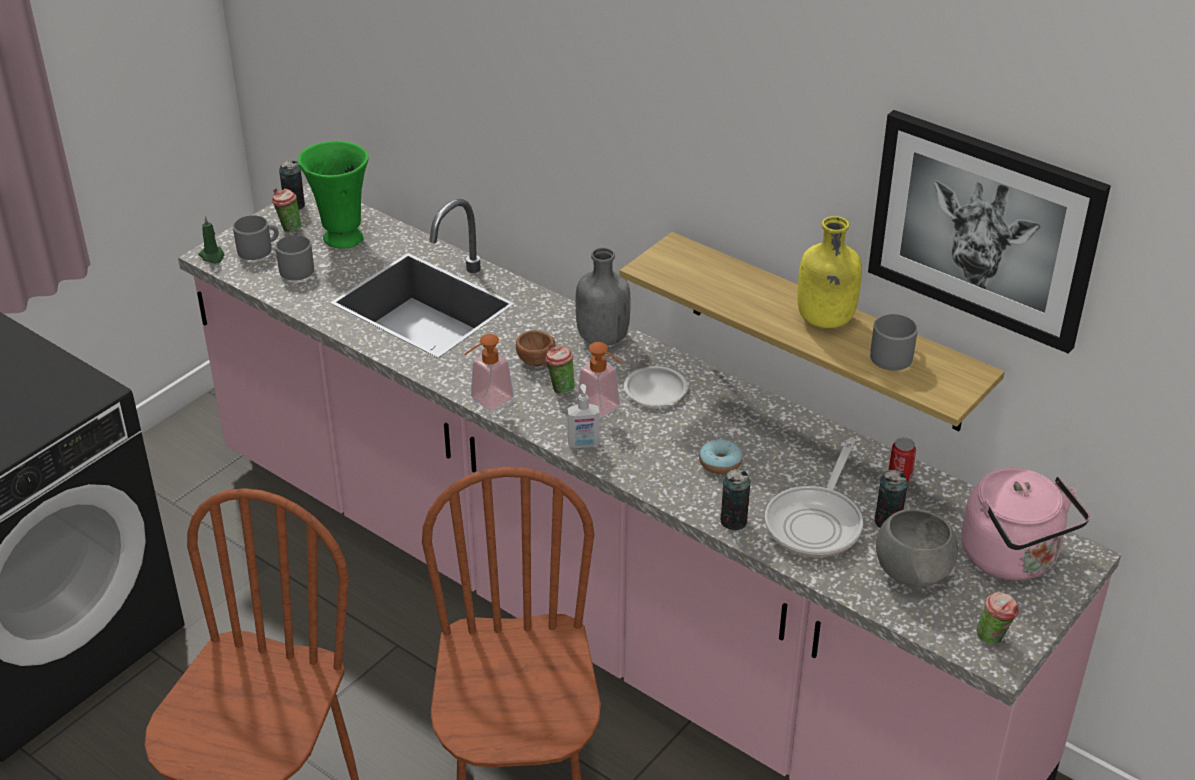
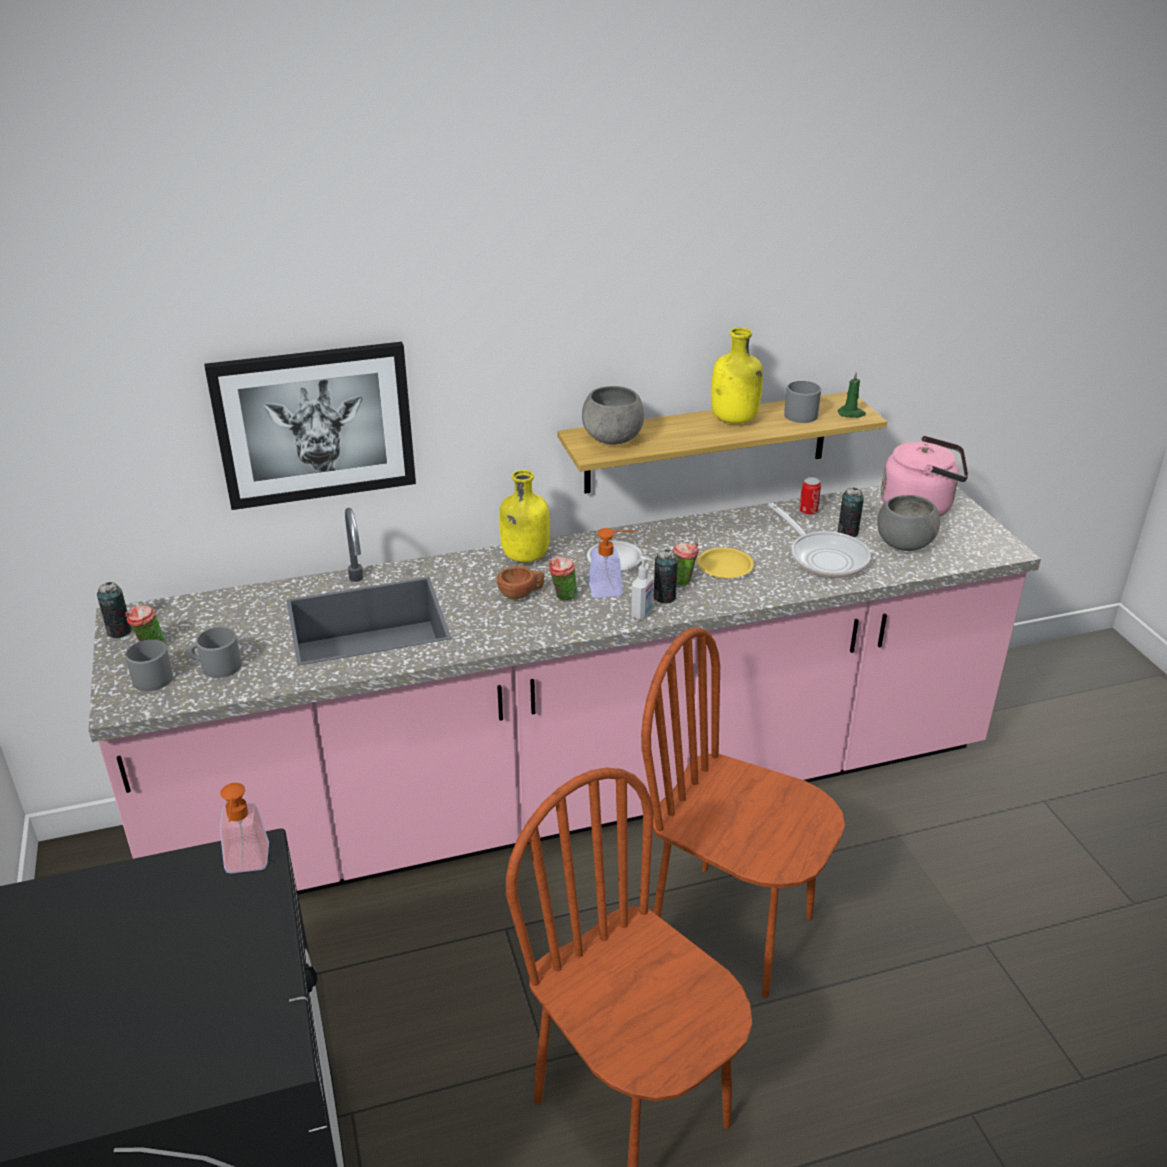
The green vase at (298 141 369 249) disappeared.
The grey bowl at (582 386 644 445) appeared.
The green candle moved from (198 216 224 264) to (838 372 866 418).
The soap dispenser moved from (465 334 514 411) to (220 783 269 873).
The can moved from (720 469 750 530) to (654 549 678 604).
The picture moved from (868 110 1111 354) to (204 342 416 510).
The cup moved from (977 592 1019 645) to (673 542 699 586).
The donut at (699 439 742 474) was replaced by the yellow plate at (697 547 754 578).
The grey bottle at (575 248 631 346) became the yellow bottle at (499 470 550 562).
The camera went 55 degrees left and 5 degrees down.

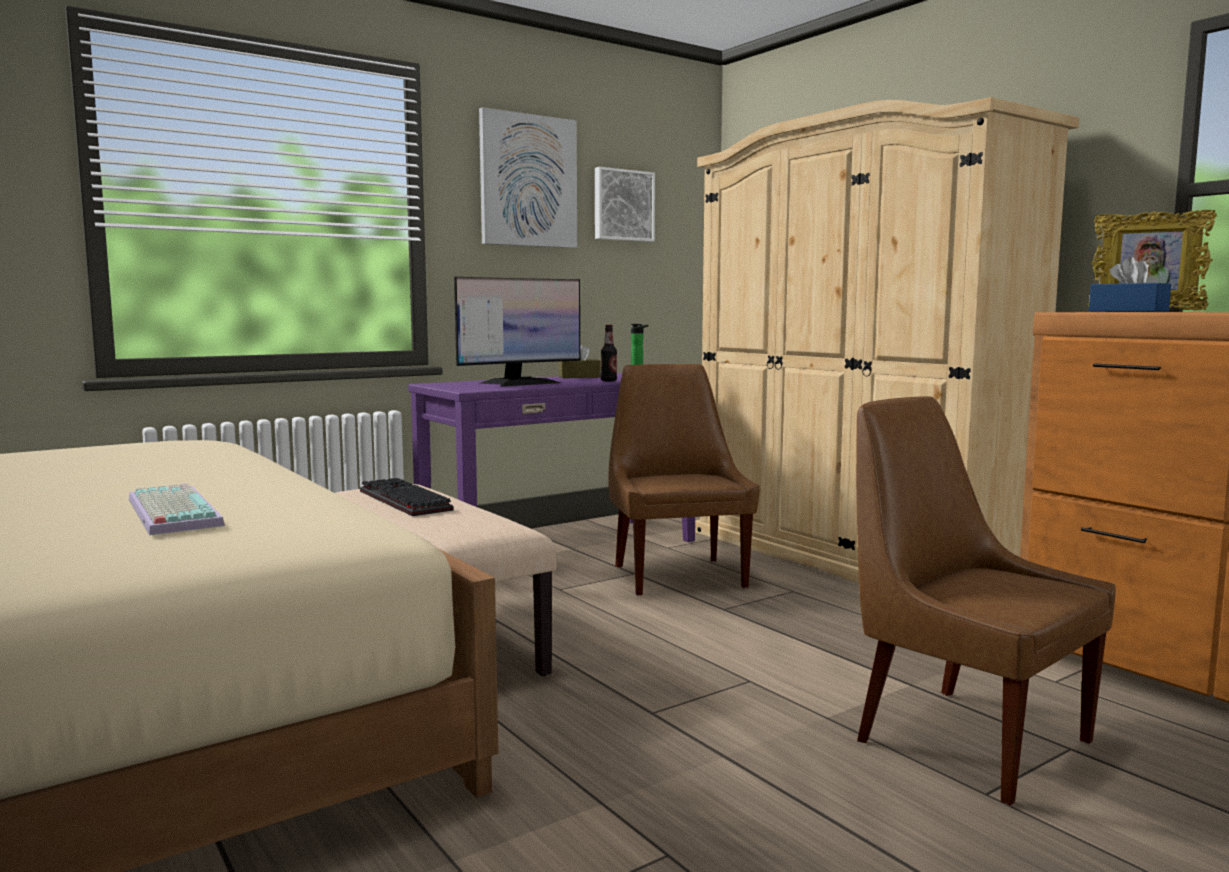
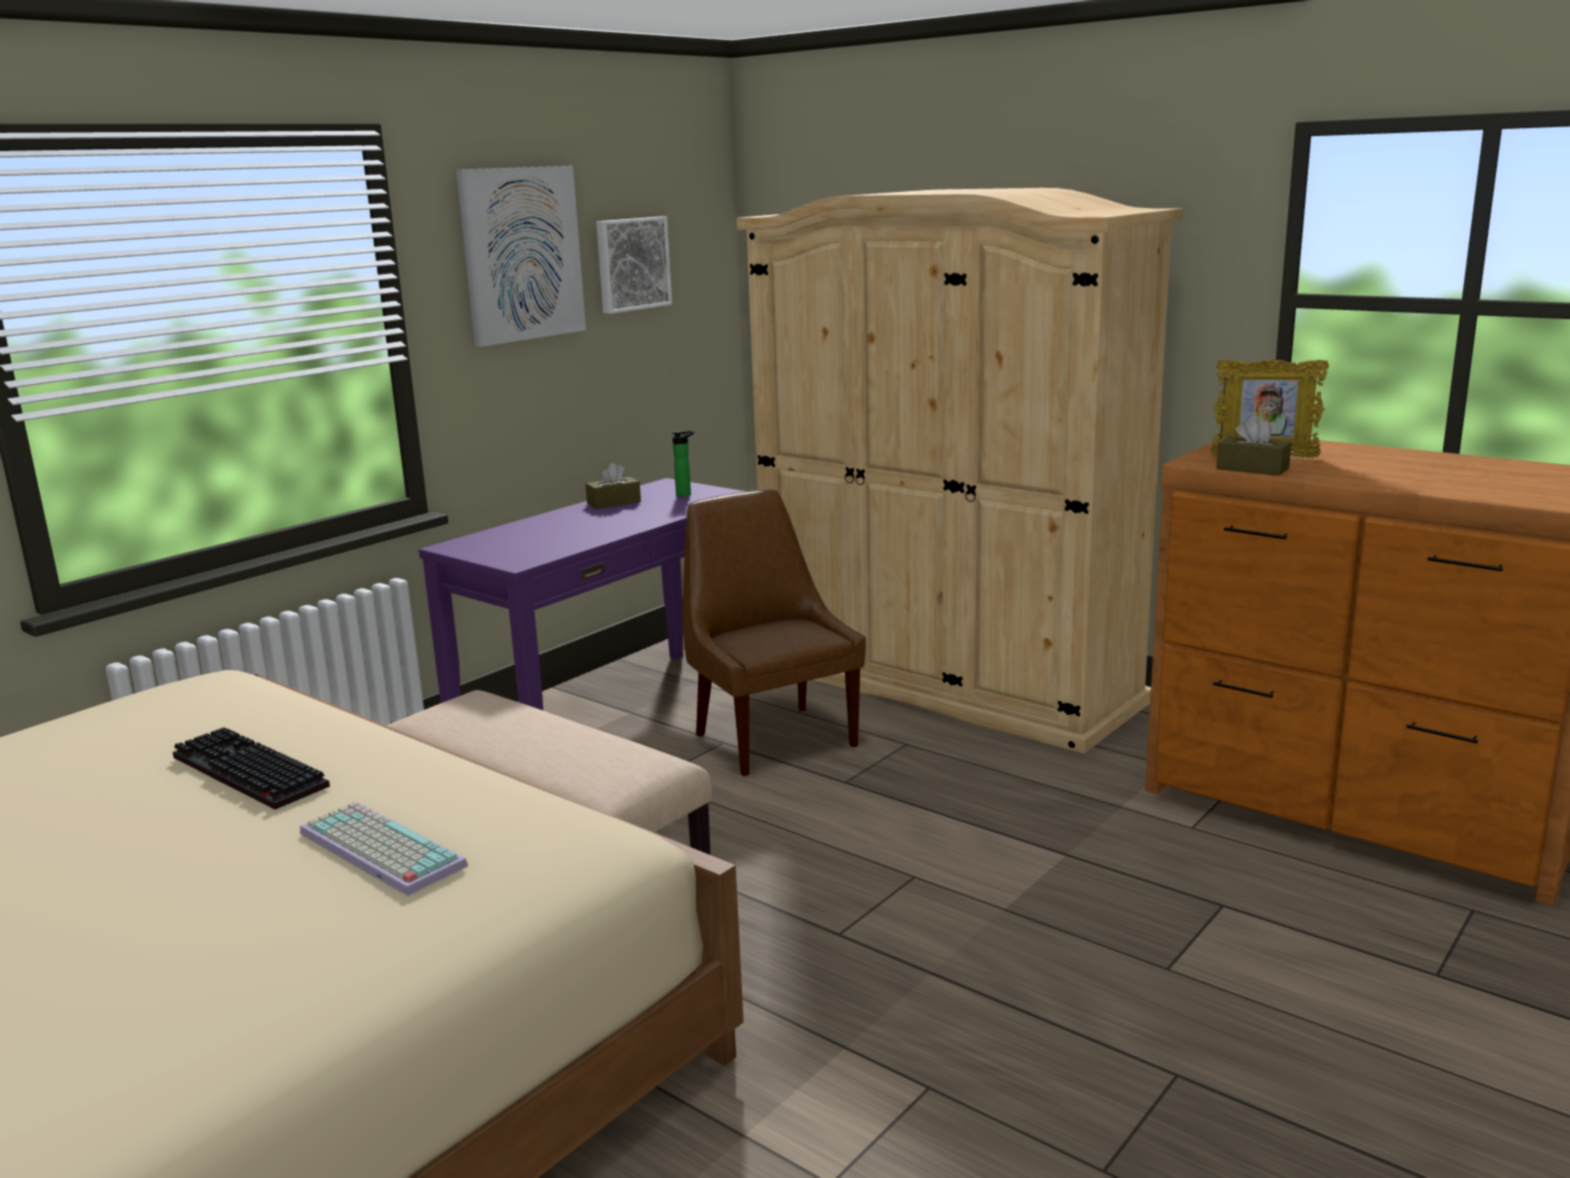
The monitor at (454 277 580 387) disappeared.
The bottle at (601 325 617 381) disappeared.
The brown chair at (856 396 1116 805) disappeared.
The keyboard moved from (360 478 454 516) to (173 727 330 809).
The blue tissue box at (1089 257 1171 312) became the brown tissue box at (1216 416 1291 476).
The camera went 15 degrees left and 10 degrees up.

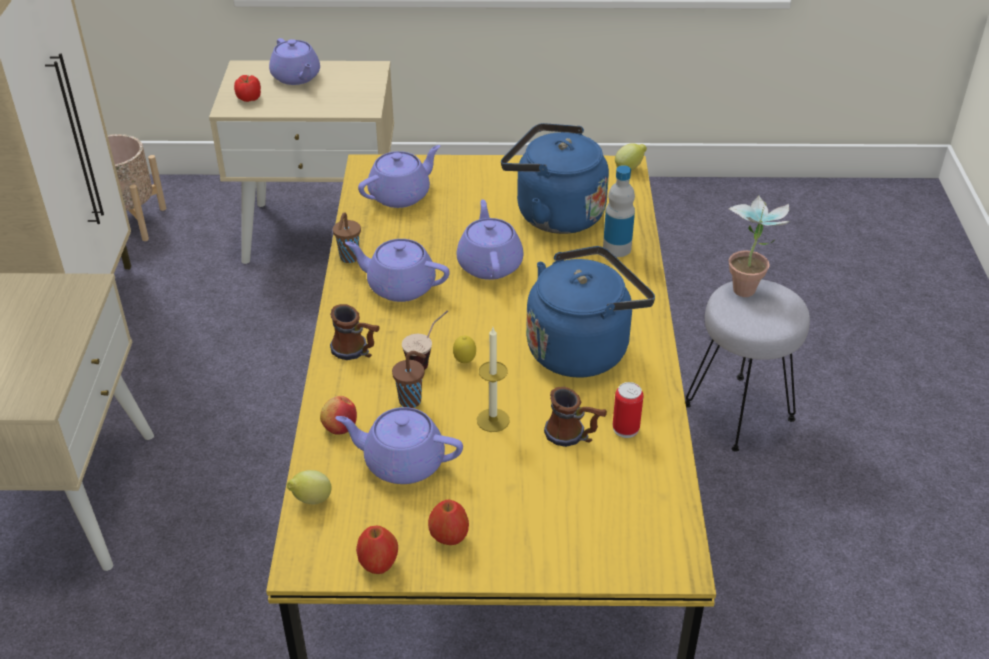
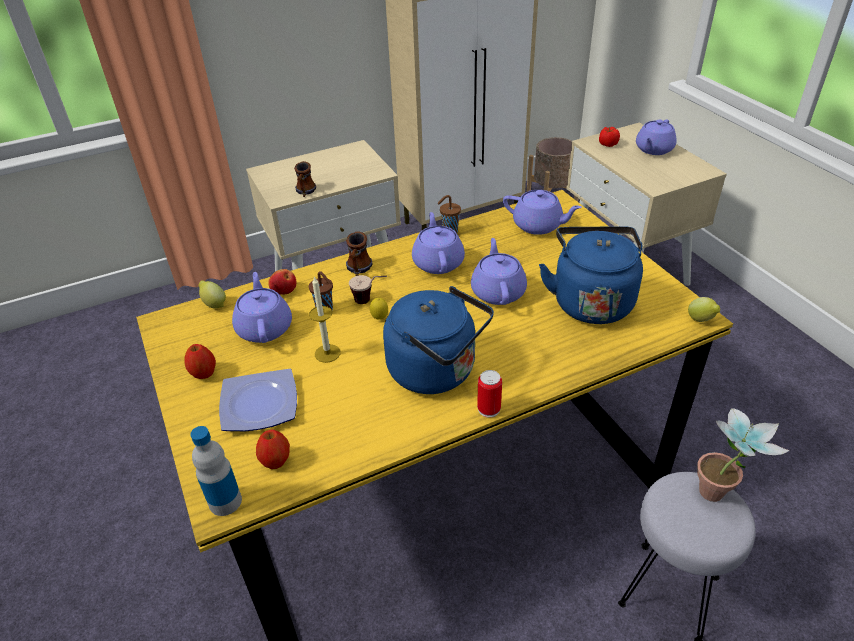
The plate at (219 369 297 431) appeared.
The apple moved from (356 526 398 574) to (256 430 290 469).
The mug moved from (544 387 607 447) to (294 161 316 197).
The bottle moved from (603 165 635 257) to (190 426 242 516).
The can moved from (613 382 644 438) to (477 370 502 418).
The purple teapot at (457 199 524 280) turned 60 degrees counterclockwise.
The camera went 65 degrees right and 0 degrees up.

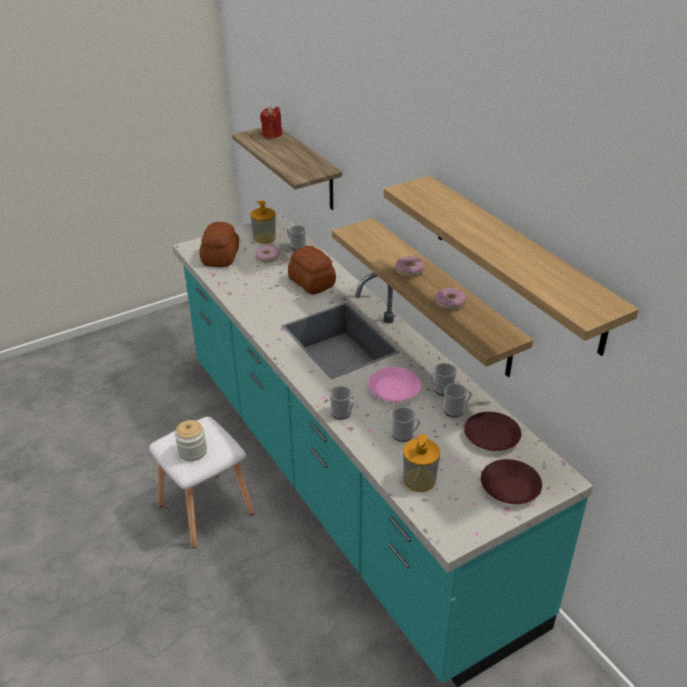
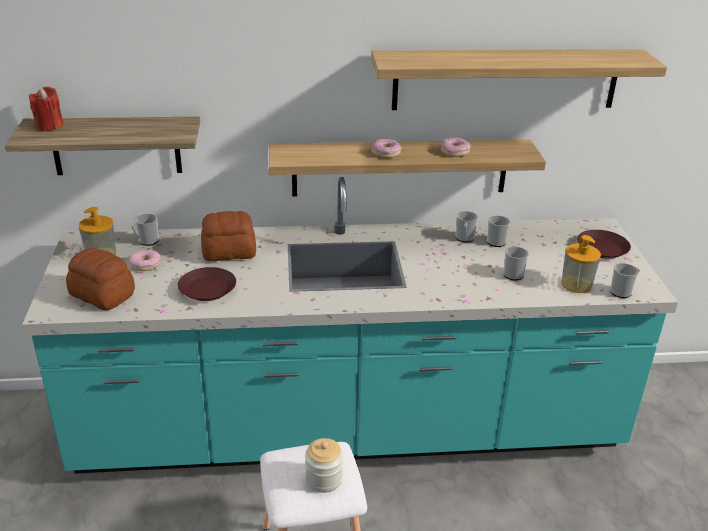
The pink plate at (368 367 421 402) disappeared.
The mug moved from (329 386 354 419) to (610 263 640 298).
The brown plate moved from (464 412 521 451) to (178 267 236 301).
The camera went 65 degrees left and 5 degrees down.

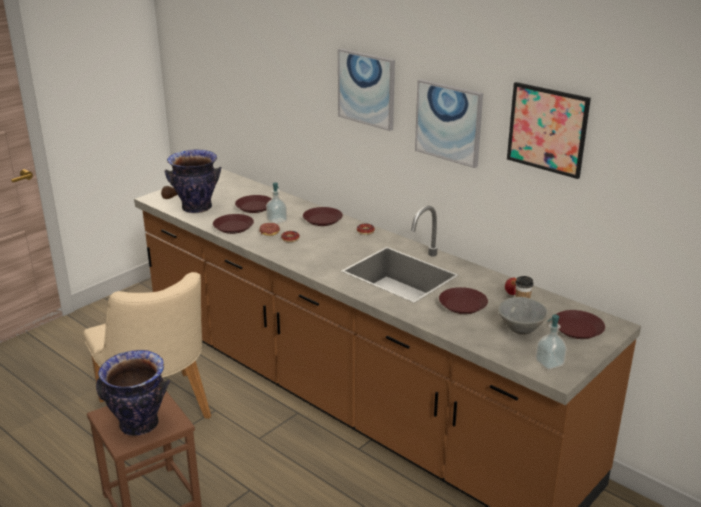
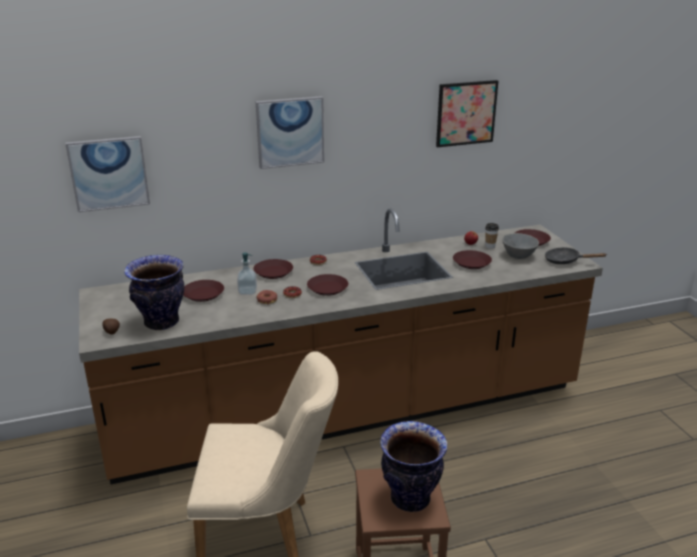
The brown plate moved from (213 214 254 234) to (307 274 348 296).
The picture moved from (415 79 483 168) to (65 136 150 212).
The soap dispenser at (535 314 567 370) was replaced by the black frying pan at (545 247 606 264).
The camera went 60 degrees left and 0 degrees up.

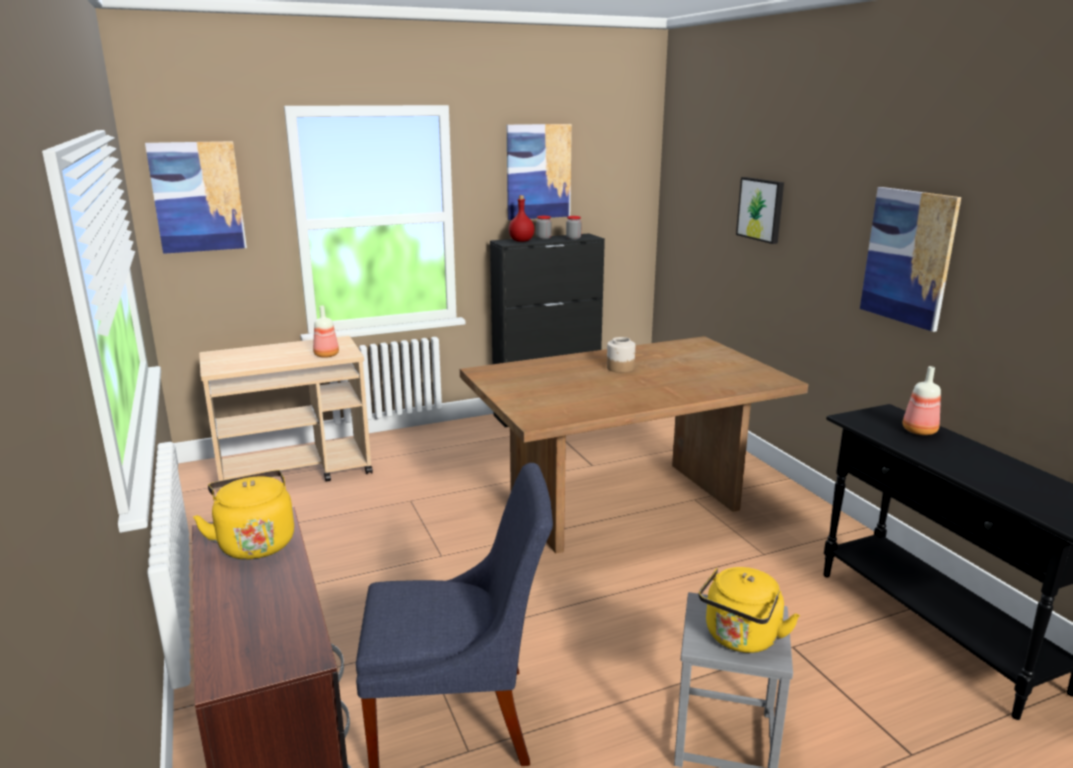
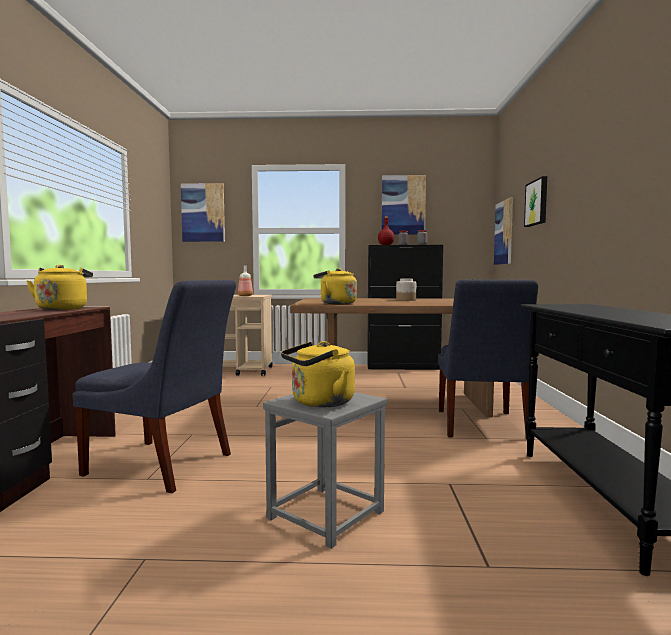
The bottle at (902 366 941 435) disappeared.
The yellow kettle at (313 268 357 304) appeared.
The blue chair at (438 279 538 438) appeared.
The picture moved from (860 187 961 332) to (494 197 513 265).
The camera went 25 degrees right and 15 degrees down.

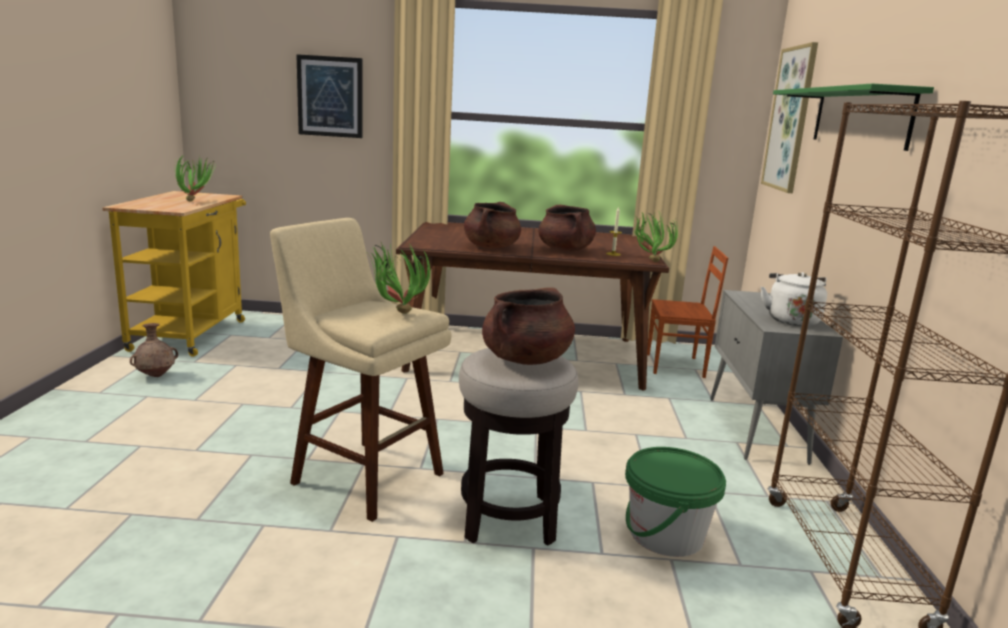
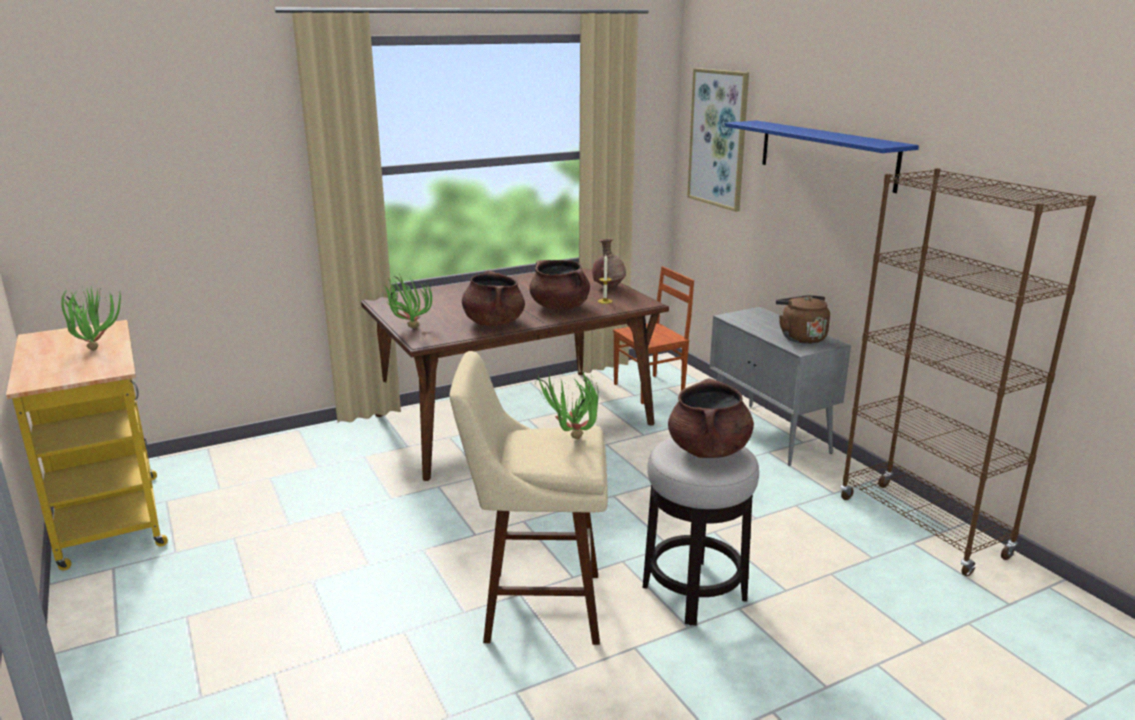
The picture at (296 54 363 138) disappeared.
The green bucket at (625 447 726 557) disappeared.
The brown vase moved from (130 323 178 377) to (592 238 626 288).
The potted plant moved from (634 210 678 262) to (382 274 432 328).
The white kettle at (761 272 827 326) became the brown kettle at (776 295 830 344).
The green shelf at (773 84 934 151) became the blue shelf at (725 121 919 193).
The camera went 30 degrees left and 5 degrees up.

